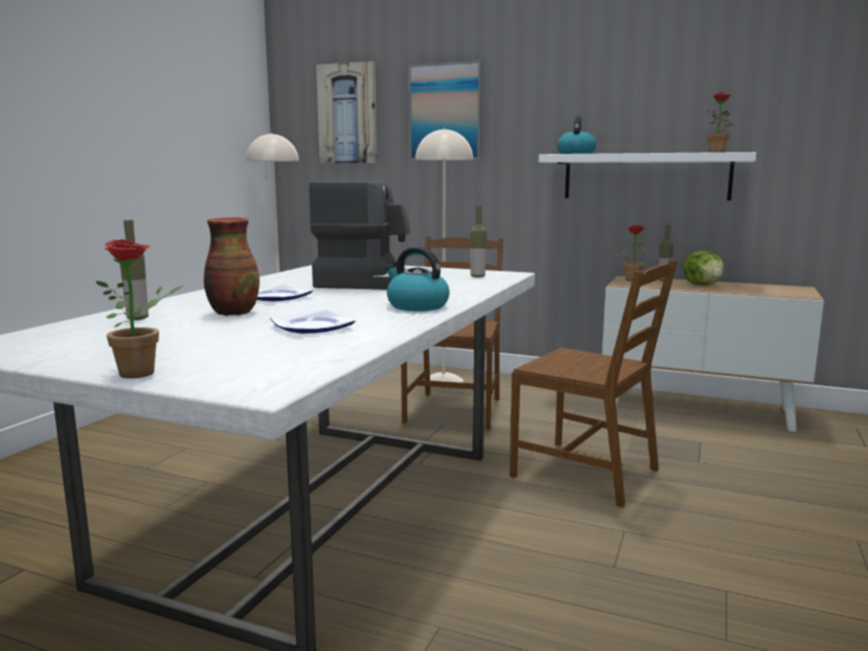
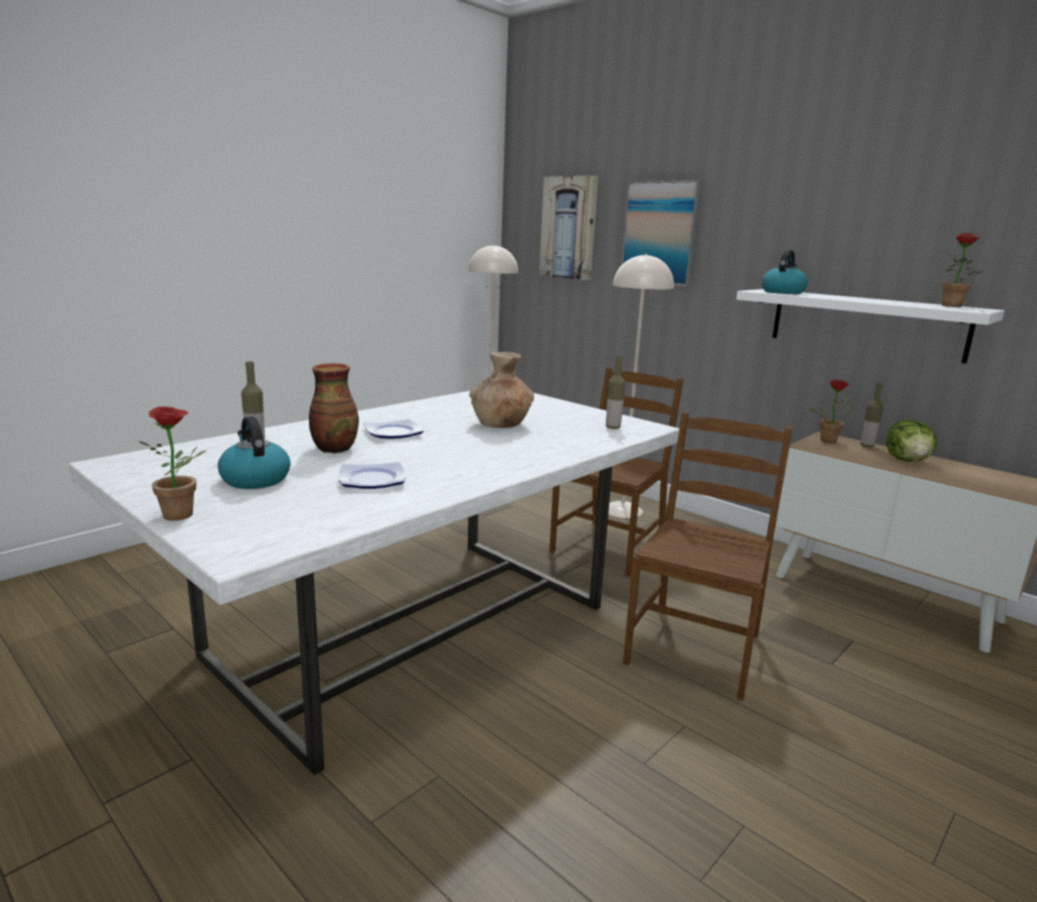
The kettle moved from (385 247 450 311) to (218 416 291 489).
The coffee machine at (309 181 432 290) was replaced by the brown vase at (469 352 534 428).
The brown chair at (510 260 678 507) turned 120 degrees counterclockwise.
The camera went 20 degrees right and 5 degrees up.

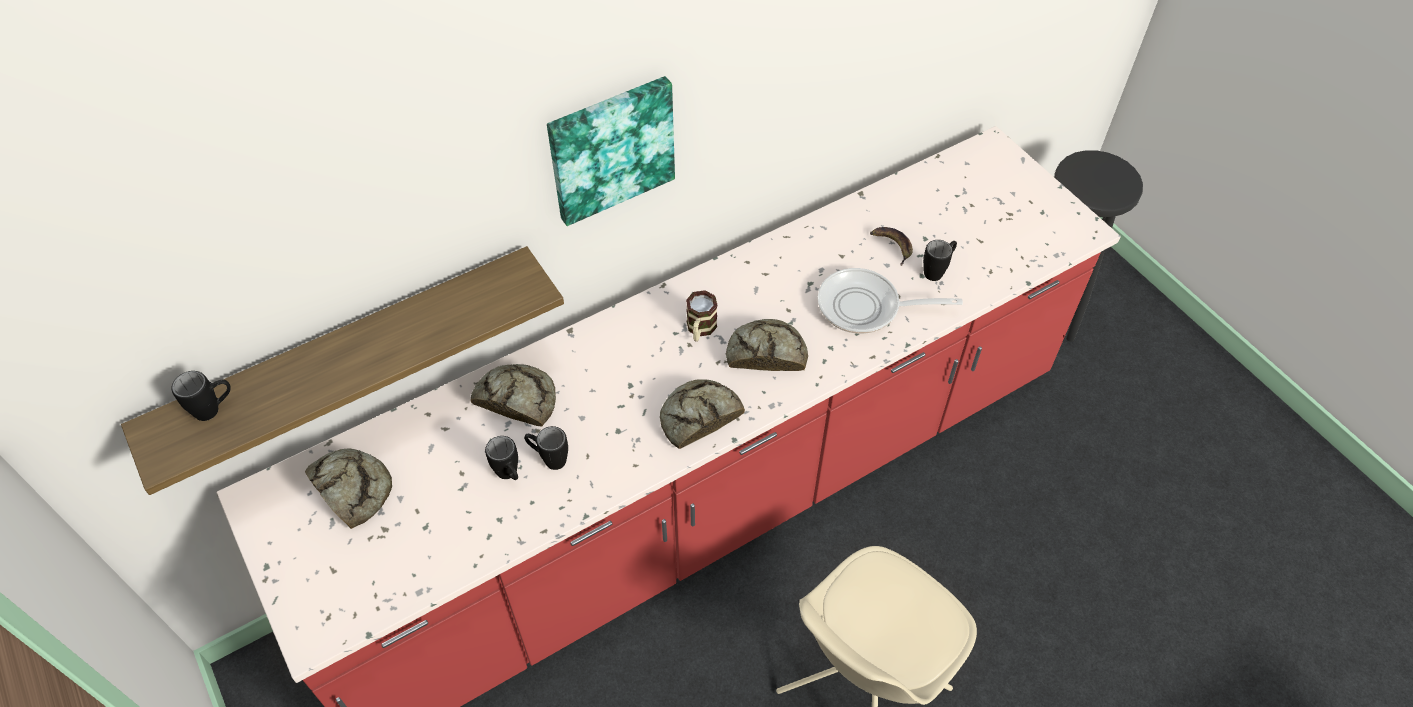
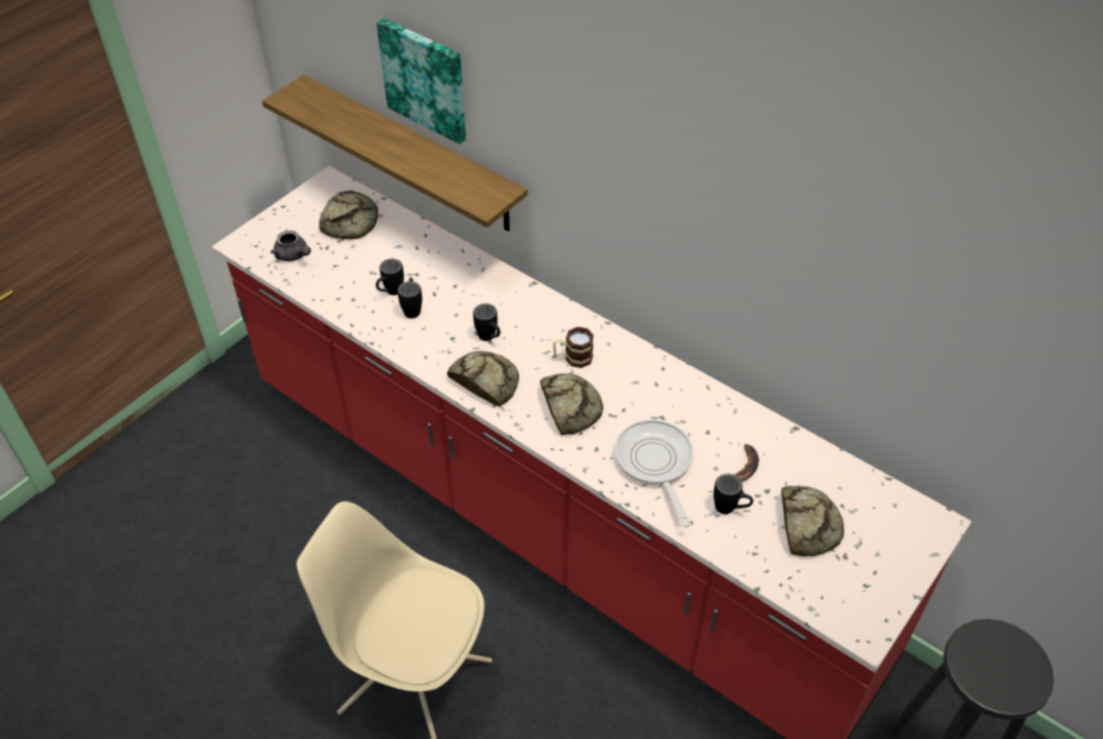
The grey teapot at (271 230 311 261) appeared.
The black mug moved from (171 371 231 421) to (473 303 500 341).
The bread moved from (470 364 556 427) to (781 486 844 557).
The picture moved from (547 76 675 226) to (376 18 466 144).
The camera went 70 degrees right and 5 degrees down.

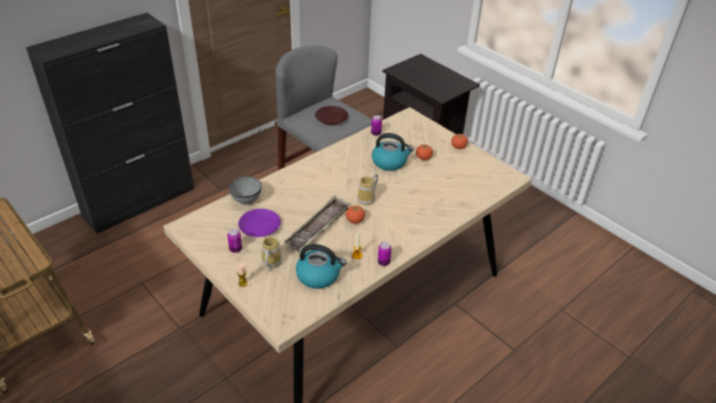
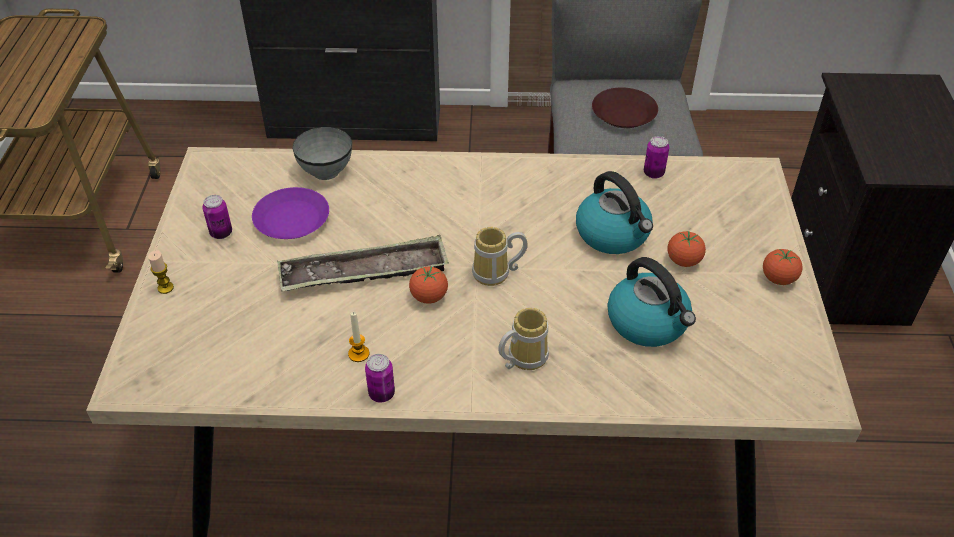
The mug moved from (262 236 282 271) to (498 308 549 370).
The kettle moved from (296 244 346 289) to (608 257 696 347).
The camera went 45 degrees right and 5 degrees up.

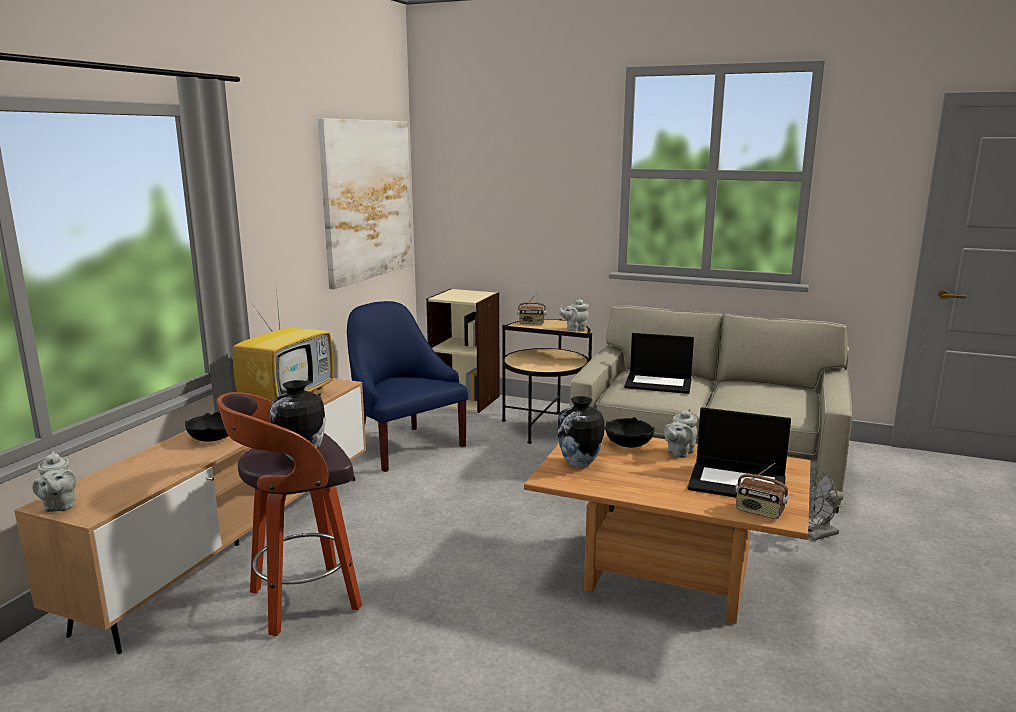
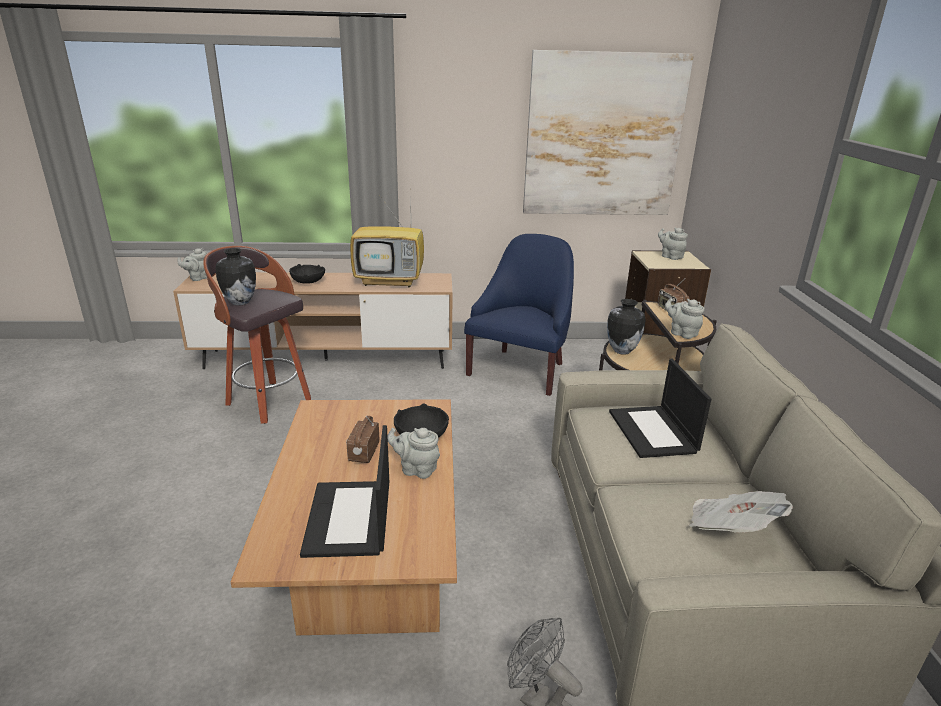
The grey teapot at (658 228 688 260) appeared.
The newspaper at (689 491 793 533) appeared.
The vase moved from (557 396 604 468) to (607 299 646 355).
The radio moved from (735 463 789 519) to (346 416 379 463).
The camera went 65 degrees right and 10 degrees up.

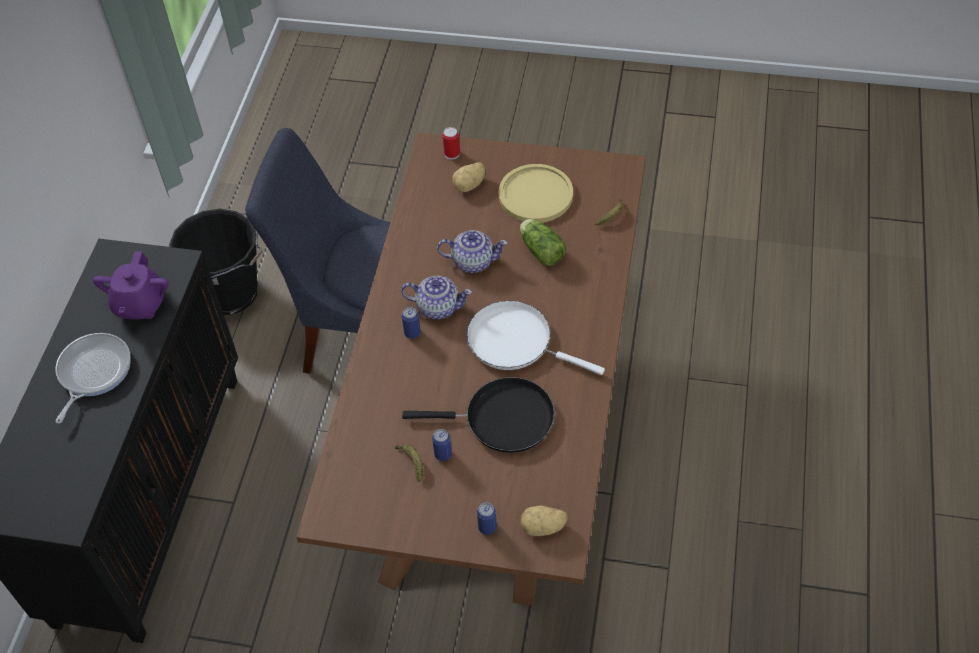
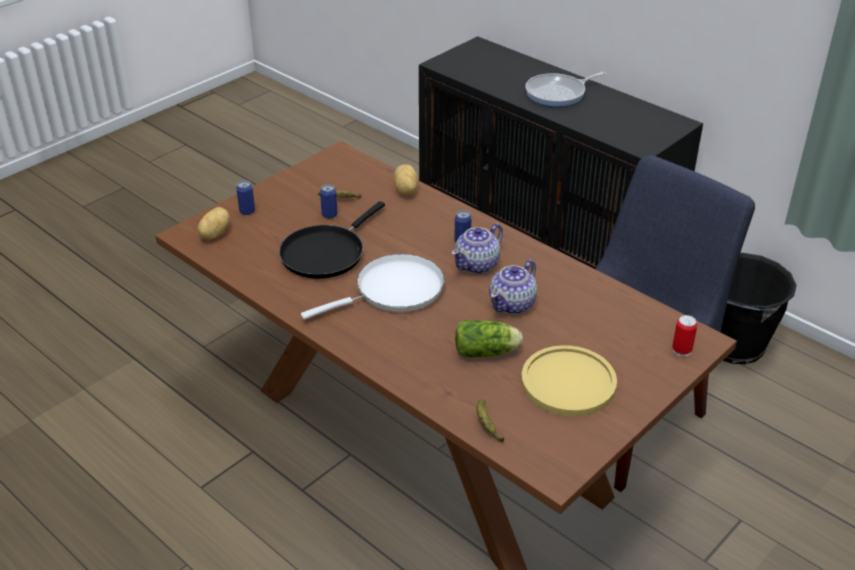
The purple teapot at (93 251 169 320) disappeared.
The potato moved from (452 163 485 192) to (394 165 418 195).
The frying pan at (55 333 131 424) turned 105 degrees clockwise.
The camera went 120 degrees right and 15 degrees down.

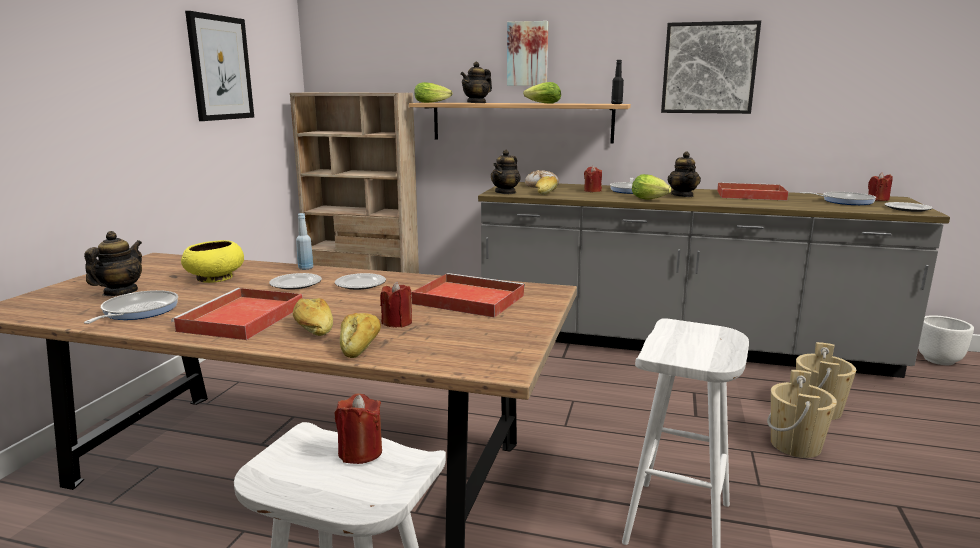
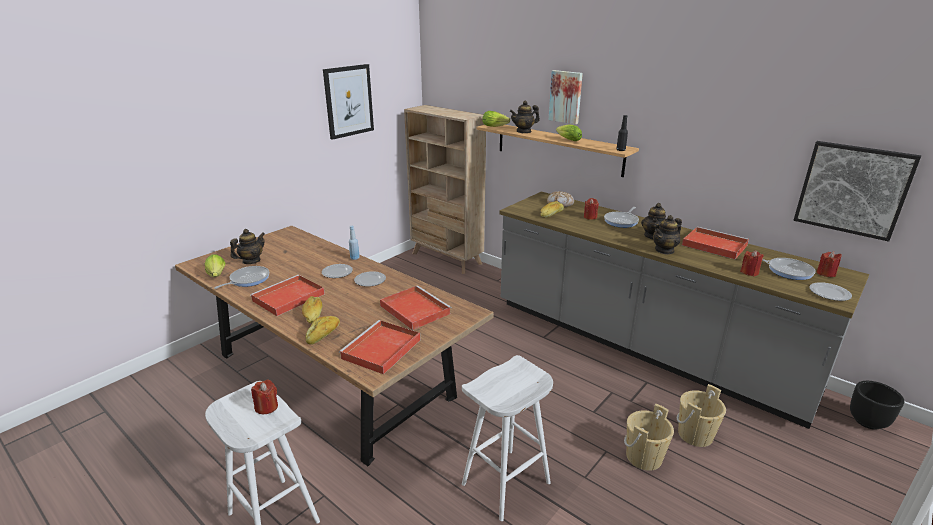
The yellow bowl at (181 240 244 283) disappeared.
The red tray at (339 320 420 374) appeared.
The red candle moved from (380 281 412 327) to (740 250 764 276).
The teapot moved from (491 150 521 194) to (653 215 682 255).
The lettuce moved from (632 174 671 200) to (205 254 225 277).
The picture moved from (661 20 761 114) to (793 141 921 242).
The white planter at (918 315 974 365) became the black planter at (850 381 904 430).
The camera went 25 degrees right and 10 degrees up.

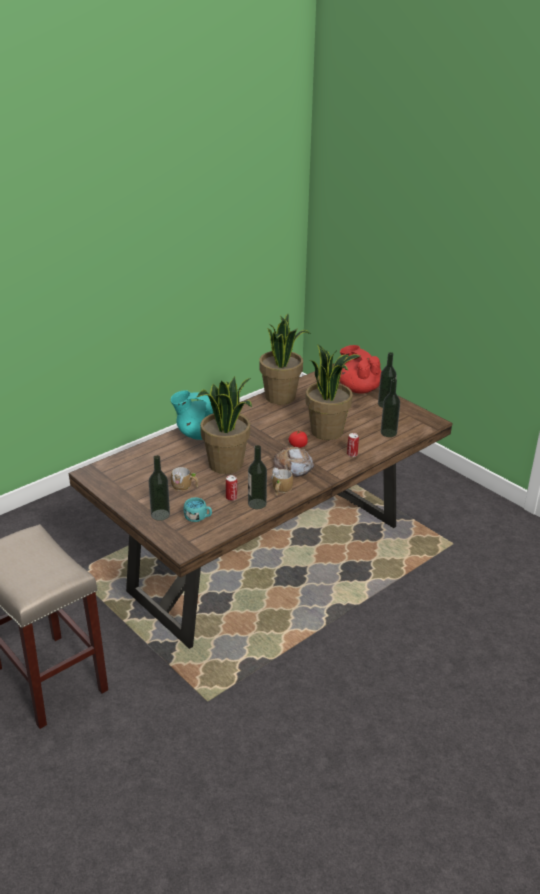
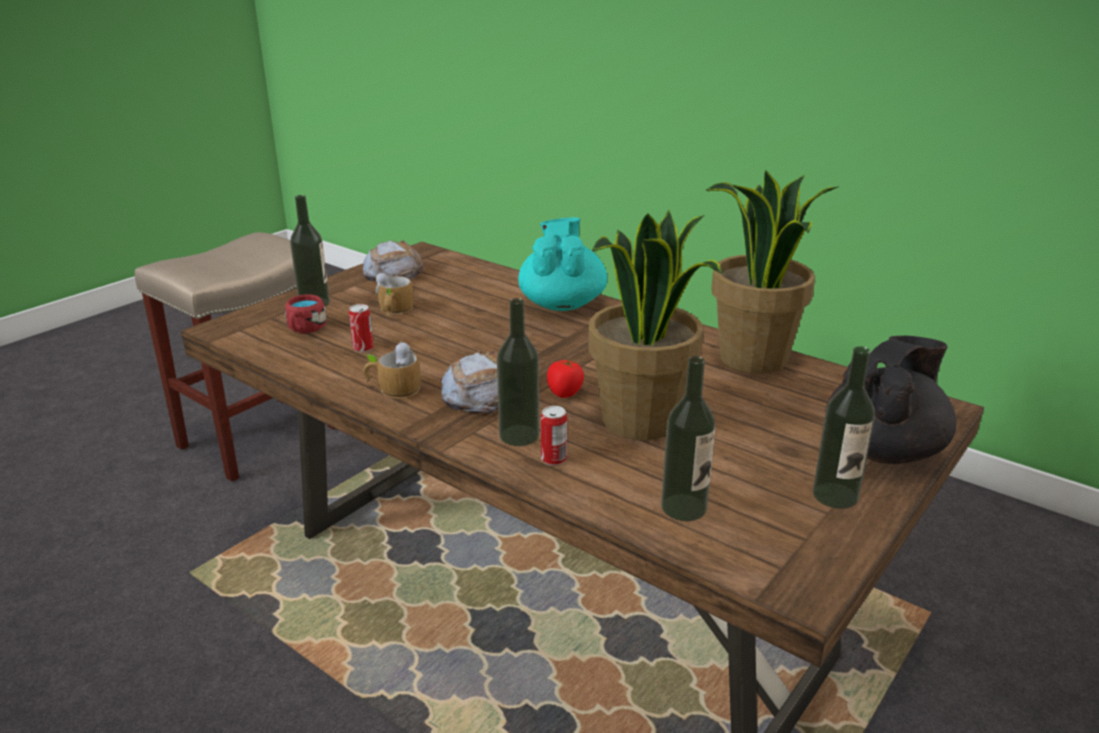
The potted plant at (197 376 252 474) disappeared.
The bread at (363 240 425 282) appeared.
The bottle moved from (248 445 267 509) to (497 298 539 446).
The turquoise mug at (184 497 212 522) became the red mug at (285 295 326 333).
The red teapot at (340 345 382 394) became the black teapot at (825 336 956 464).
The camera went 80 degrees right and 5 degrees down.

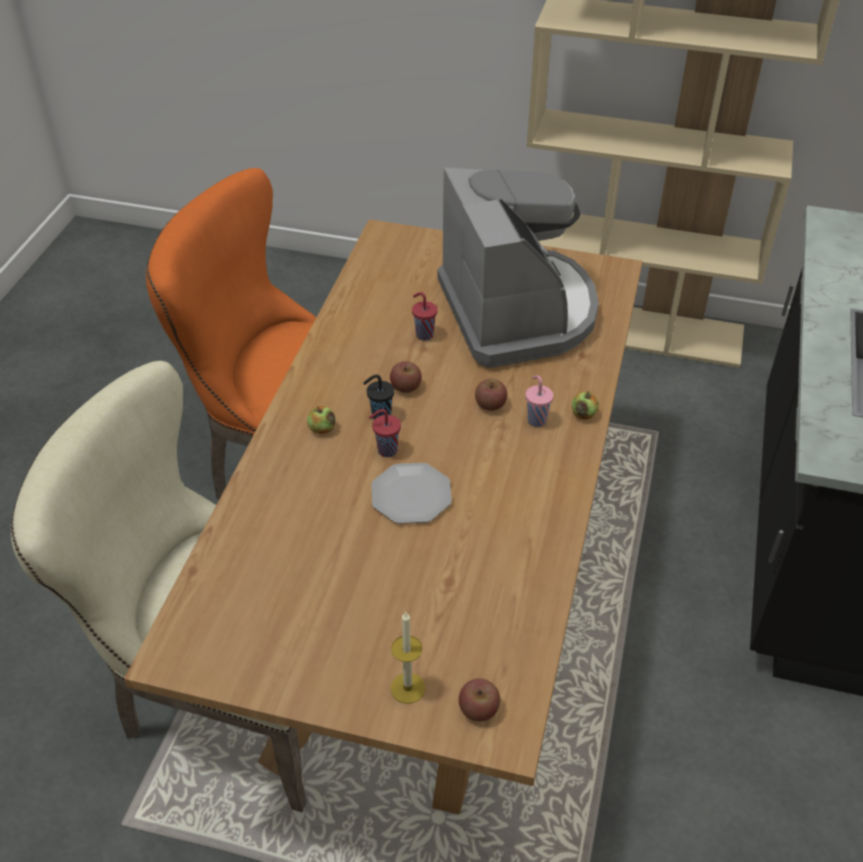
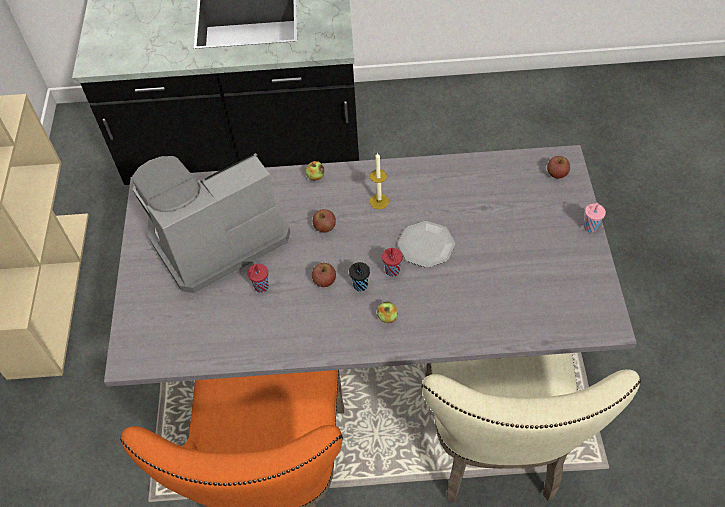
The candle moved from (391 612 425 704) to (370 153 389 209).
The pink cup moved from (526 375 554 427) to (584 203 606 232).
The brown dining table at (124 219 643 815) became the grey dining table at (104 145 637 387).
The camera went 105 degrees left and 10 degrees up.

